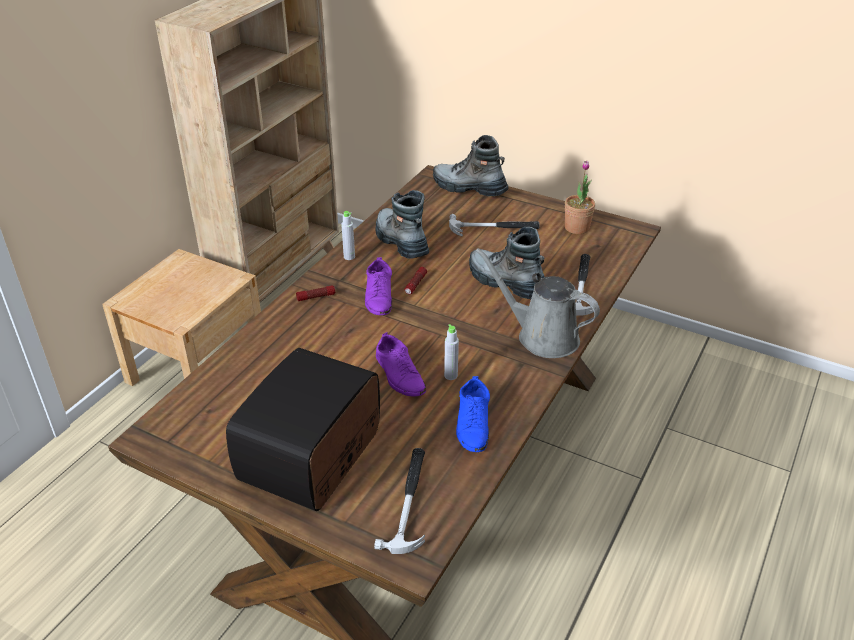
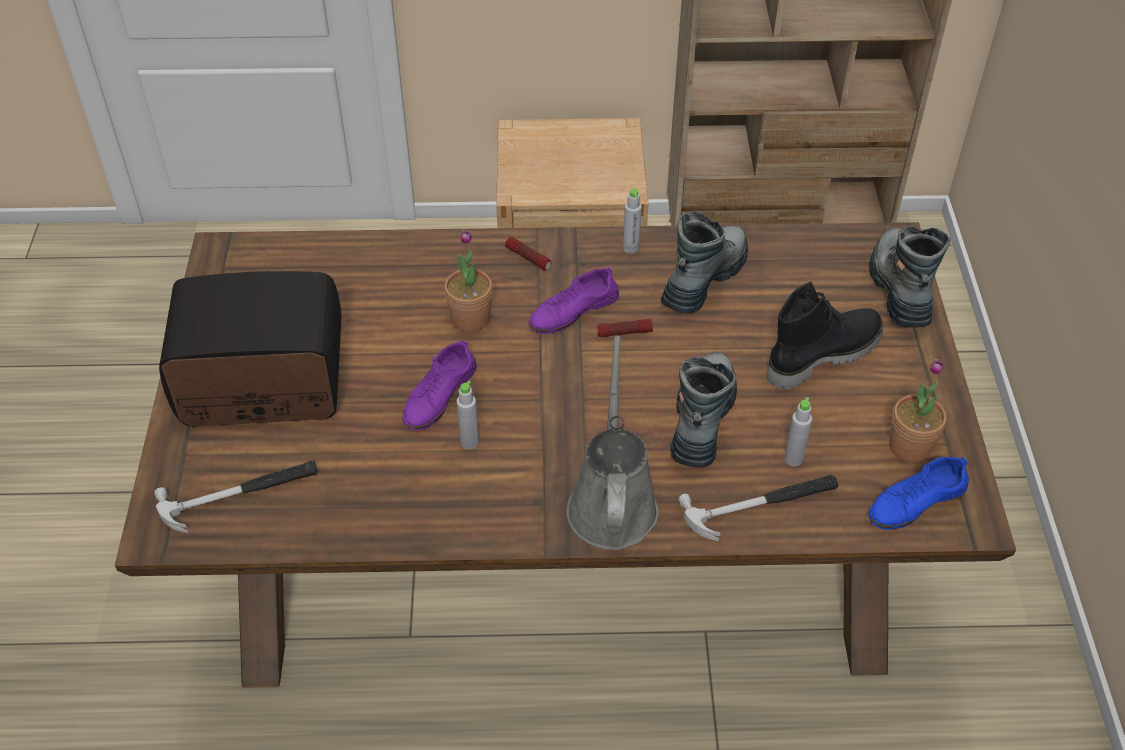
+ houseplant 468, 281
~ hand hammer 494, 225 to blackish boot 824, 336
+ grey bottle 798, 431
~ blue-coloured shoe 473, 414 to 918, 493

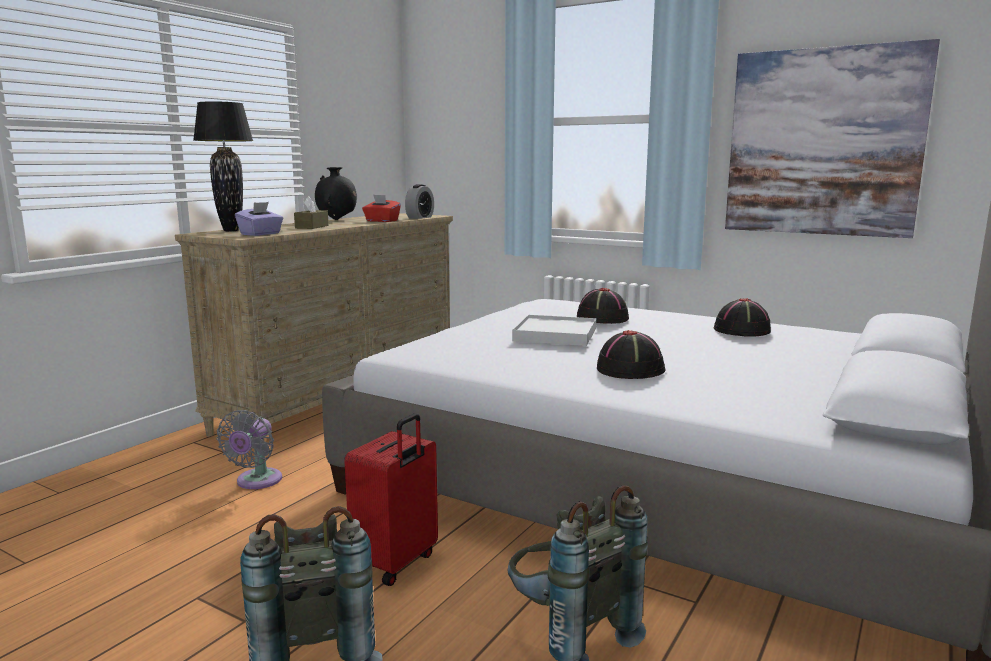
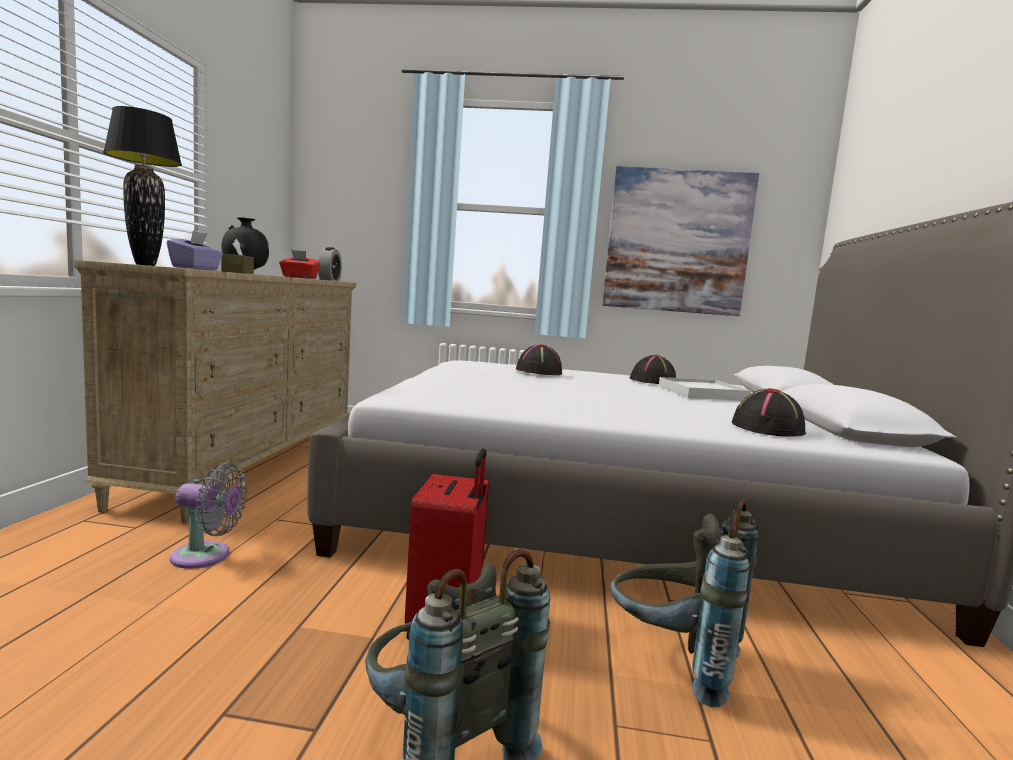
~ grey cooling fan 249, 449 = 209, 516 75 degrees counterclockwise
~ white-coloured carrying tray 554, 330 to 705, 389
~ blackish hat 631, 354 to 769, 412

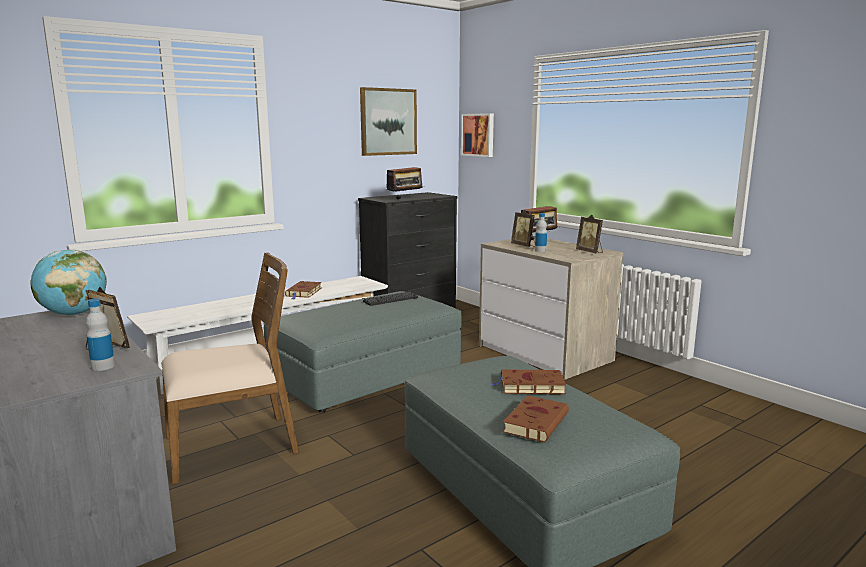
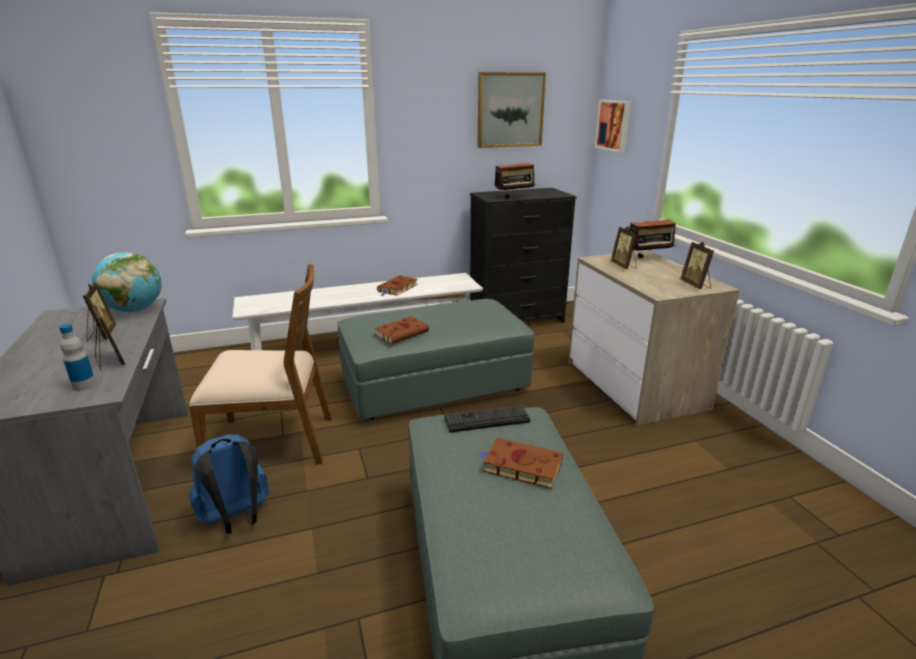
+ standing frame 99, 312
+ blue-coloured rucksack 229, 484
~ brown book 536, 418 to 401, 330
~ keyboard 390, 299 to 487, 419
- bottle 541, 232

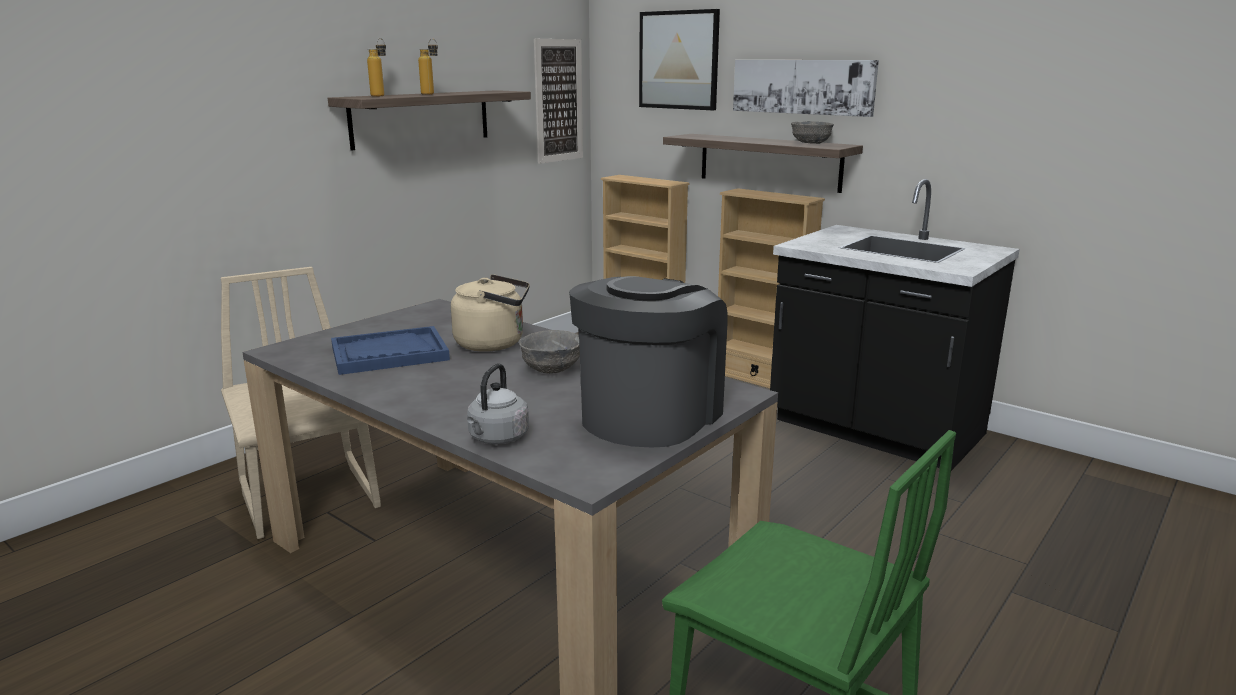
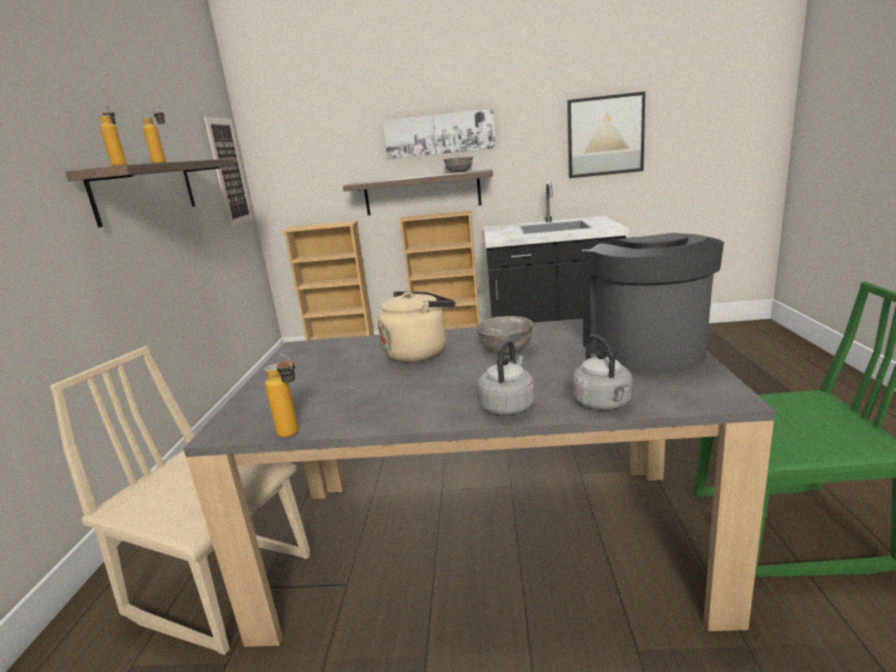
+ bottle 281, 395
+ grey water kettle 506, 377
~ picture 679, 59 to 606, 134
- blue-coloured carrying tray 390, 350

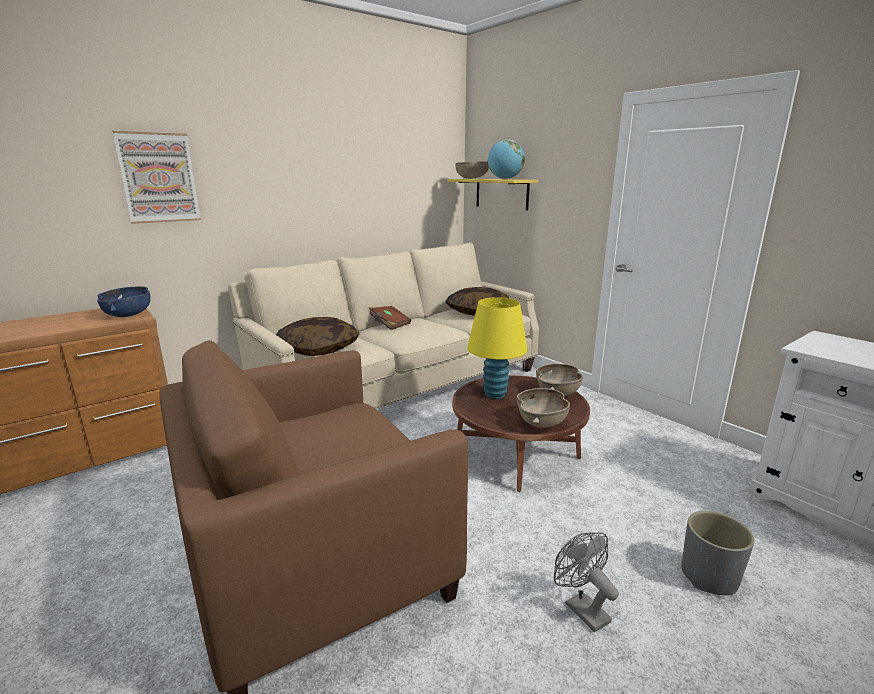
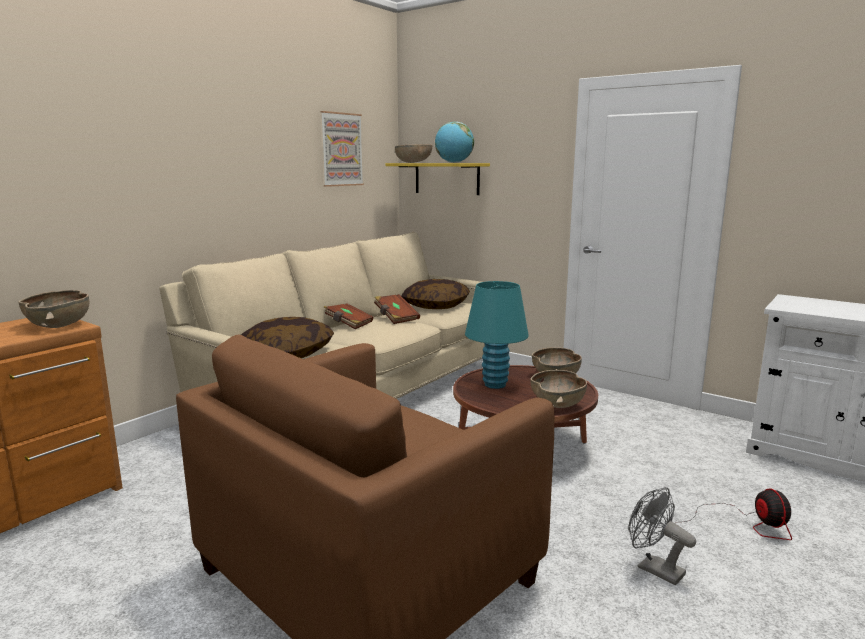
~ blue-coloured bowl 124, 301 to brown bowl 53, 309
~ picture 156, 177 to 342, 149
+ brown book 397, 309
~ yellow-coloured lamp for a table 497, 348 to blue-green lamp for a table 497, 335
~ grey planter 718, 553 to cooling fan 738, 514

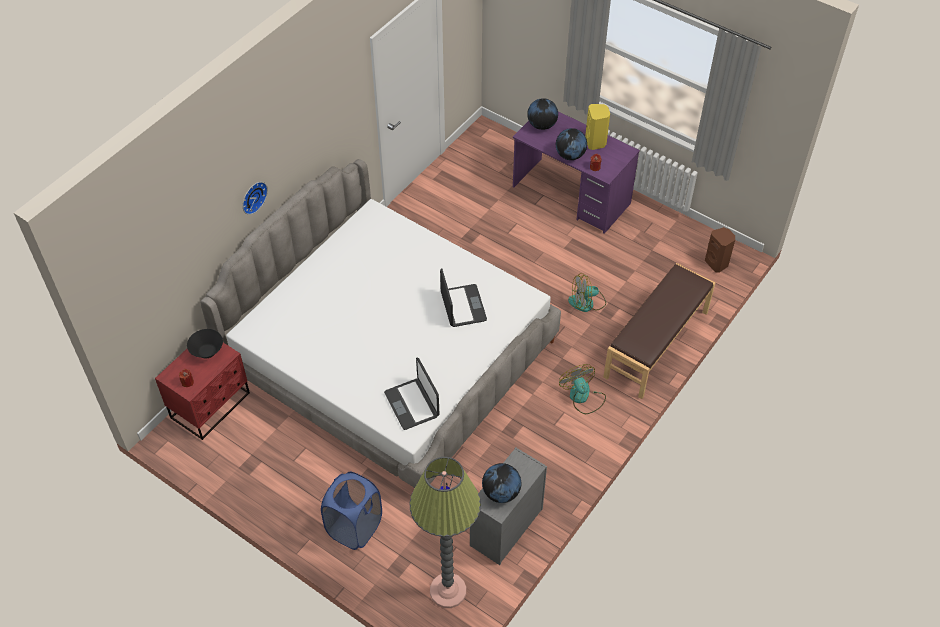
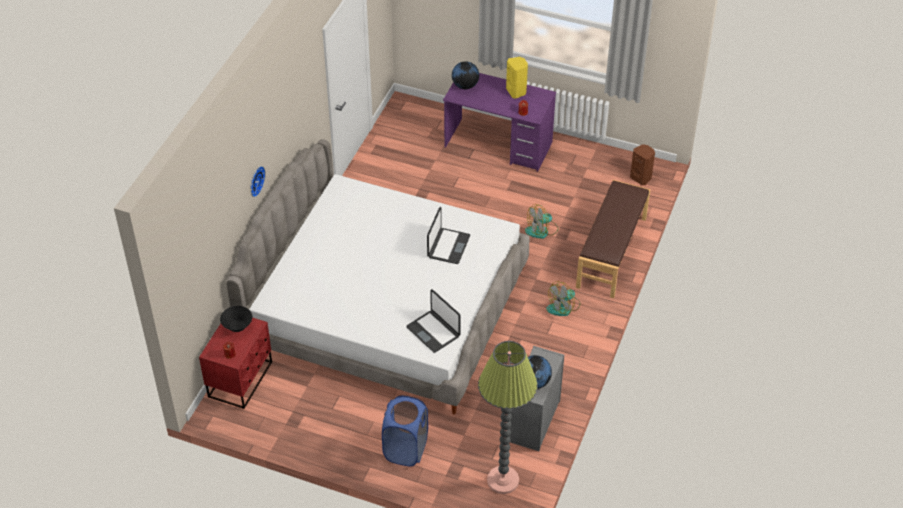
~ notebook computer 463, 297 = 448, 235 45 degrees clockwise
~ cooling fan 582, 389 = 563, 298 90 degrees counterclockwise
- world globe 571, 144

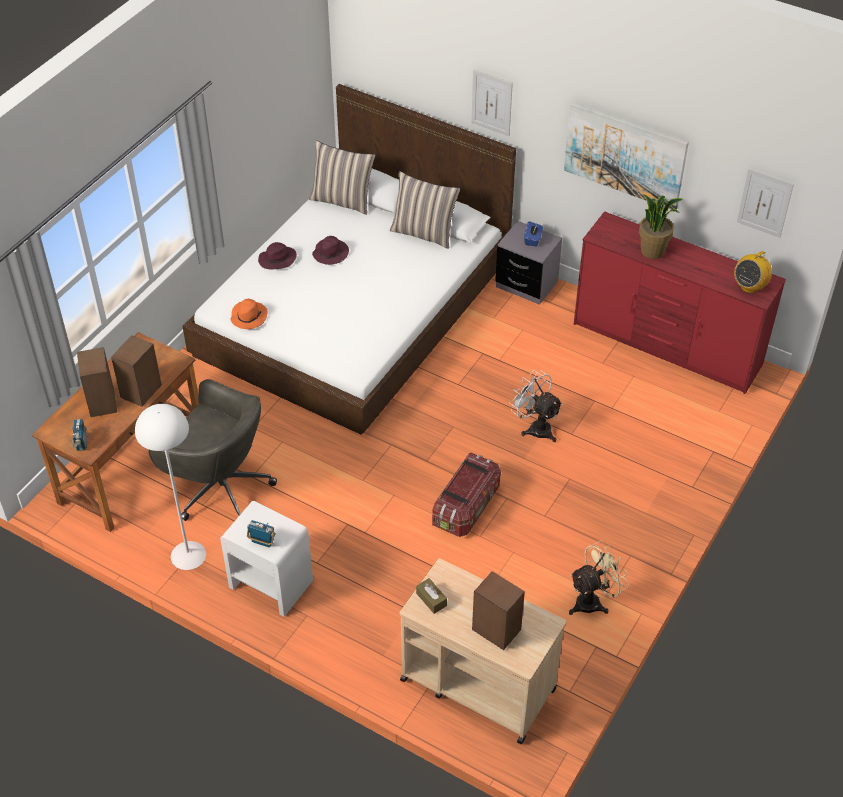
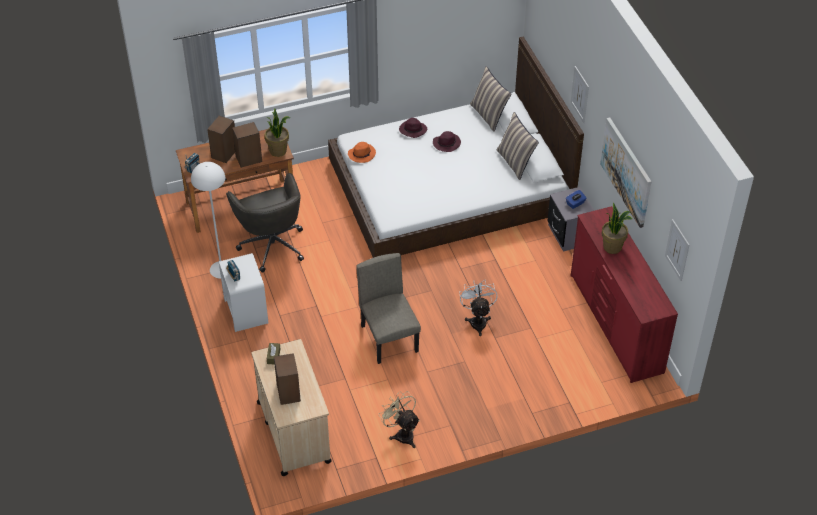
+ houseplant 277, 132
~ storage box 466, 495 to sand-coloured plain chair 388, 308
~ sand-coloured cooling fan 599, 578 = 399, 419 135 degrees counterclockwise
- radio set 753, 270

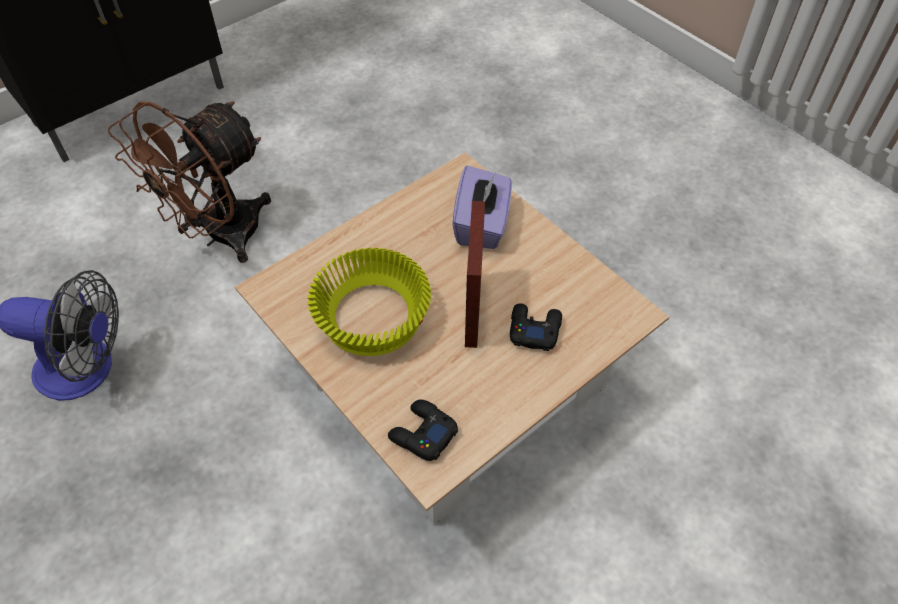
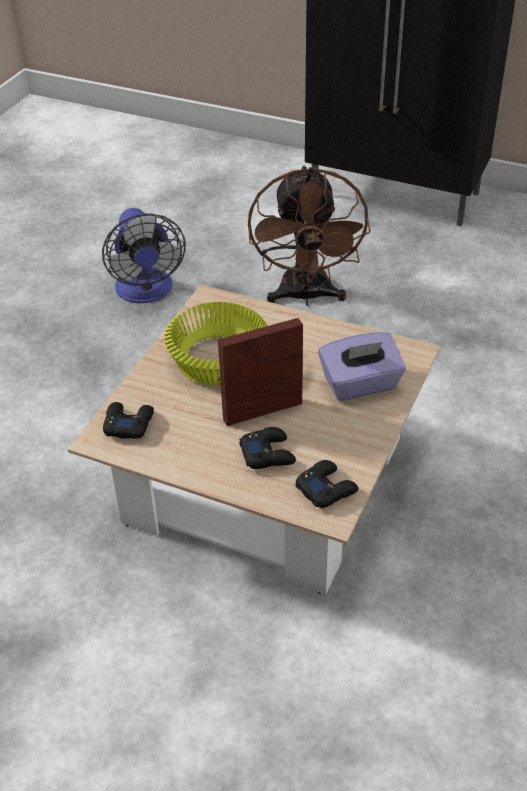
~ brown cooling fan 189, 182 = 309, 235 105 degrees counterclockwise
+ blackish gamepad 327, 484

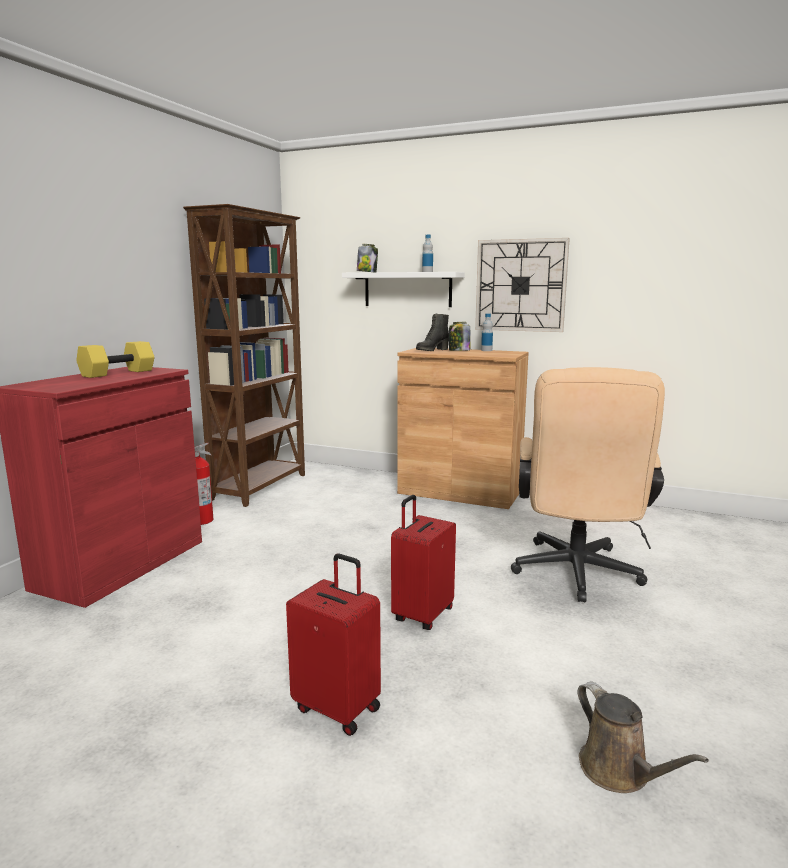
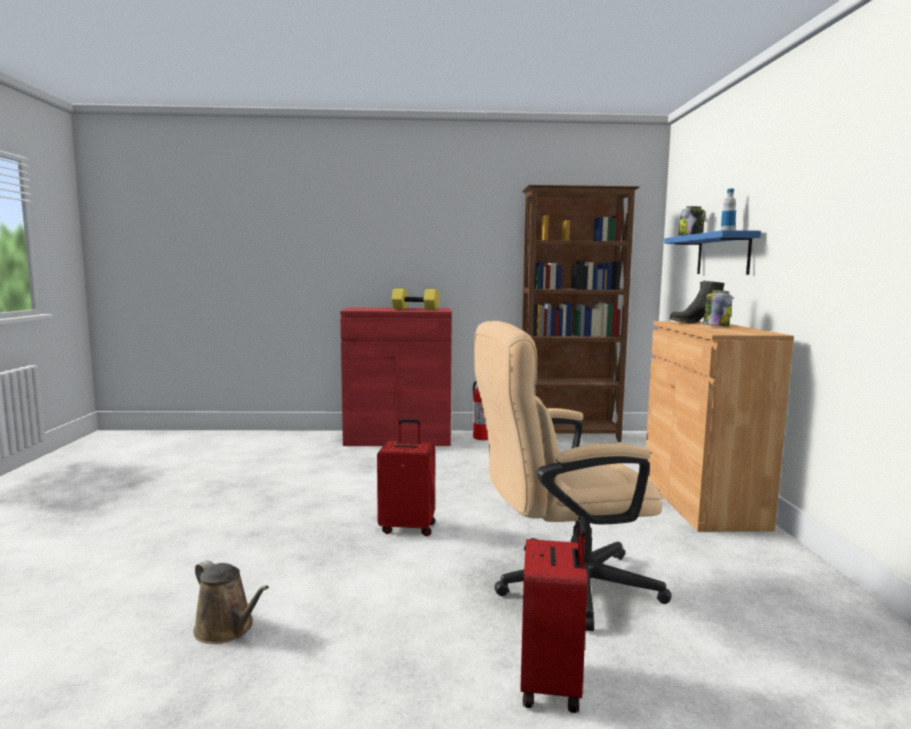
~ brown watering can 643, 737 = 231, 602 90 degrees counterclockwise
~ red travel case 333, 644 to 553, 614
~ white-coloured wall shelf 403, 289 to blue-coloured wall shelf 712, 252
- hanging clock 522, 285
- bottle 487, 332

